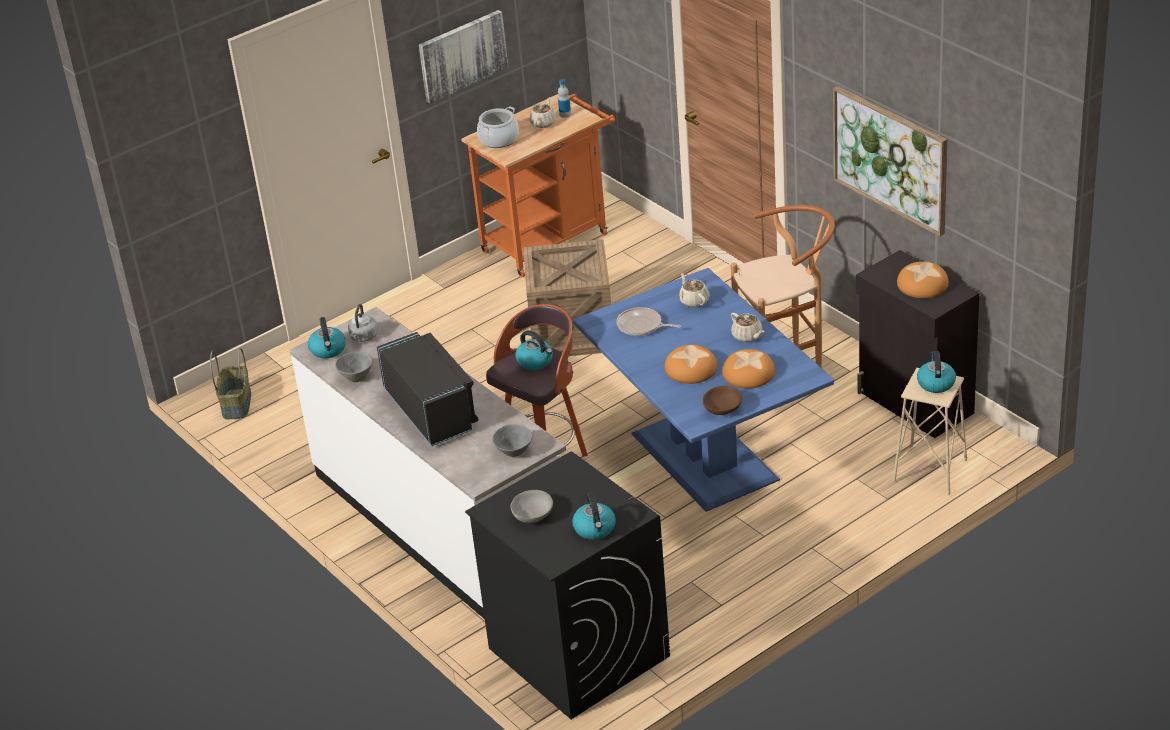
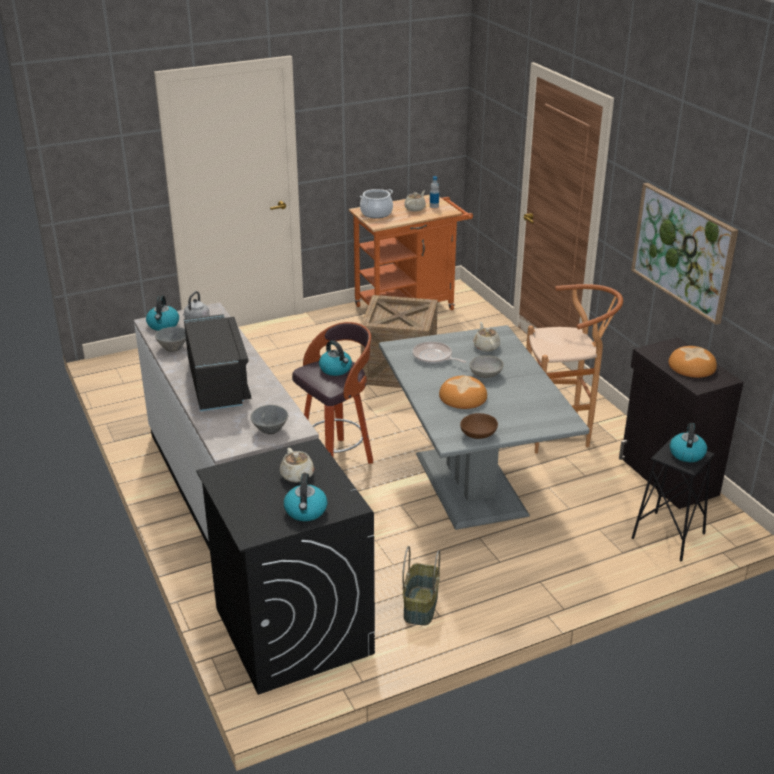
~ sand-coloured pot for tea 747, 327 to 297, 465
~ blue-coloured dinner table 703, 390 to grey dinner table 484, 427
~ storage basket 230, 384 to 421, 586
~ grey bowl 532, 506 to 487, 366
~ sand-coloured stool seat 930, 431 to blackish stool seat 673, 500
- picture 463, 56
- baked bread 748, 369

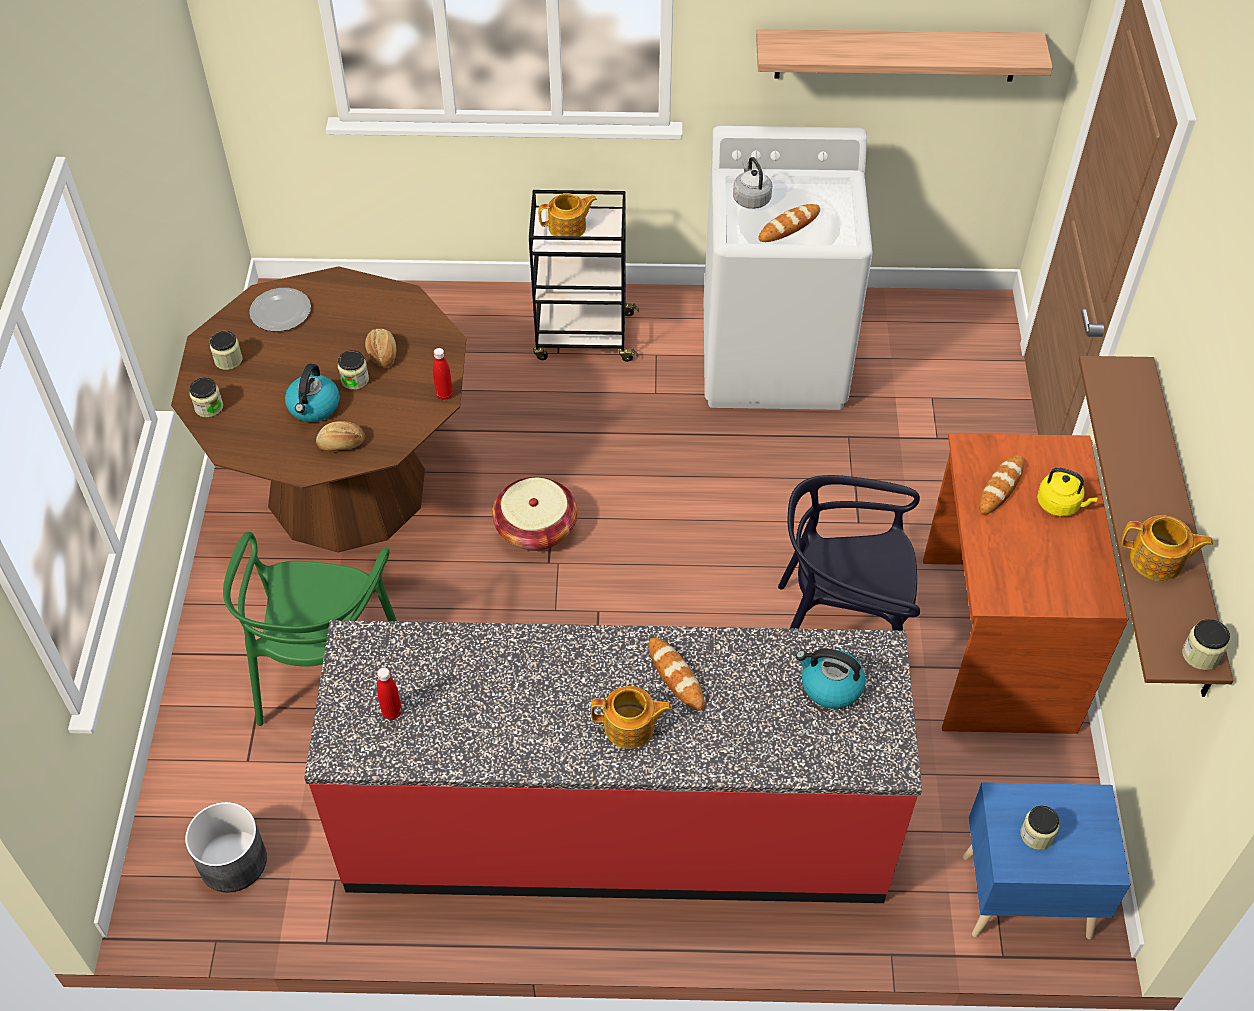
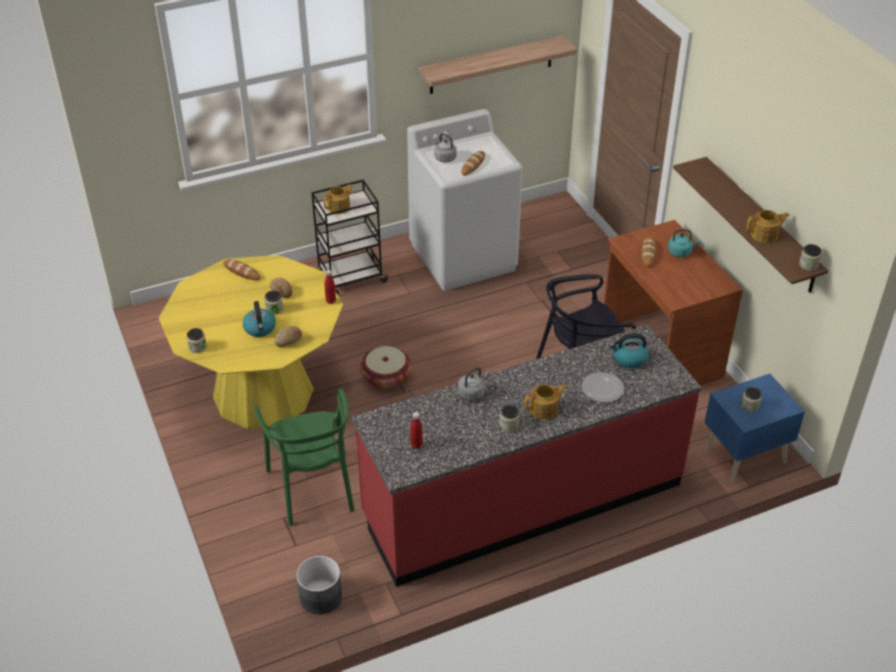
~ brown dinner table 318, 409 to yellow-coloured dinner table 251, 342
~ baked bread 676, 674 to 241, 269
+ grey water kettle 474, 384
~ jar 226, 350 to 509, 418
~ plate 280, 309 to 603, 387
~ yellow-coloured water kettle 1067, 492 to blue-green water kettle 684, 243

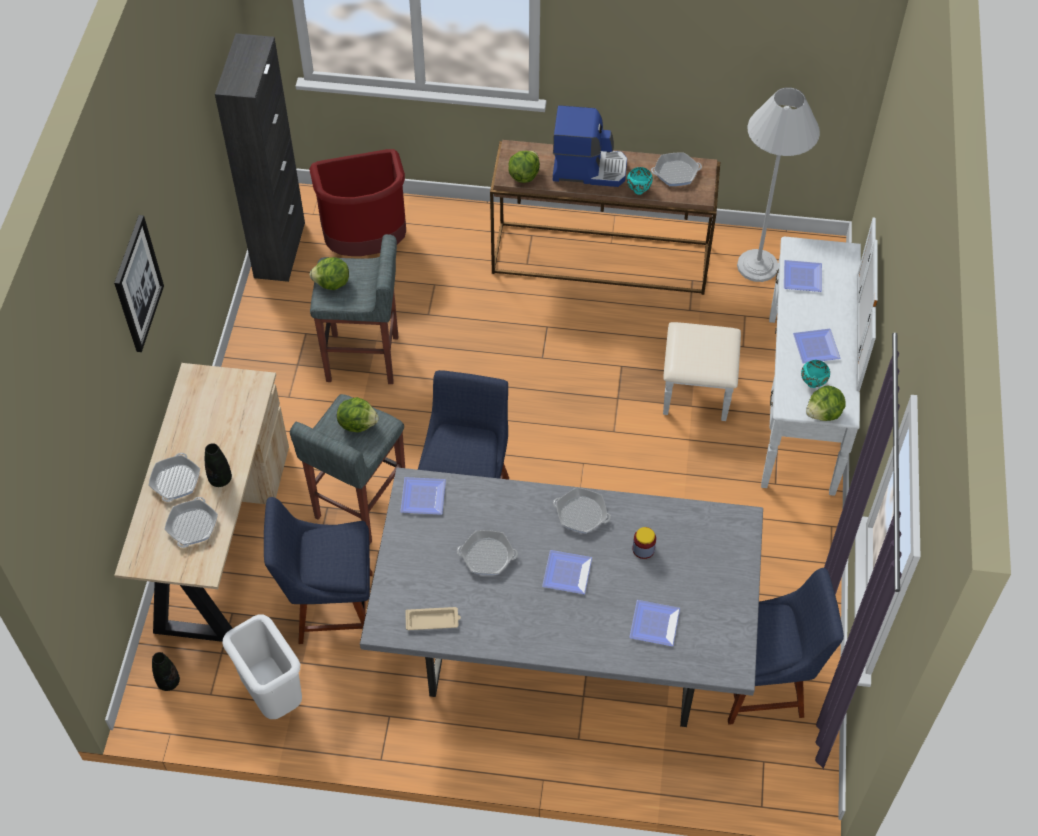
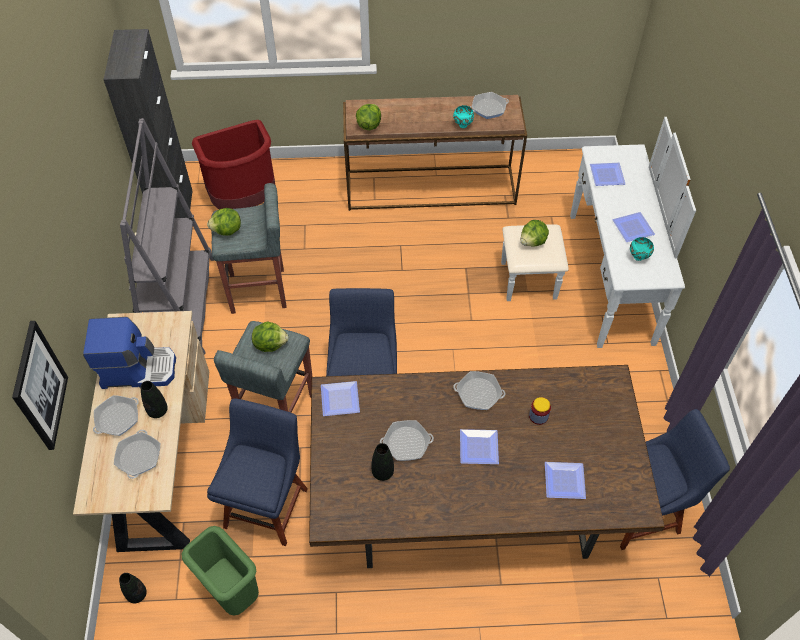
~ picture 139, 283 to 40, 385
~ coffee machine 590, 146 to 129, 353
~ skillet 174, 477 = 116, 415 135 degrees counterclockwise
+ grey shelving unit 167, 236
~ white-coloured trash can 262, 667 to green-coloured trash can 220, 570
~ blue-coloured plain chair 318, 570 = 257, 472 120 degrees clockwise
~ grey dinner table 561, 597 to brown dinner table 487, 466
+ blackish decorative vase 382, 462
~ head of lettuce 826, 403 to 534, 233
- sand-coloured carrying tray 433, 618
- white-coloured standing lamp 778, 184

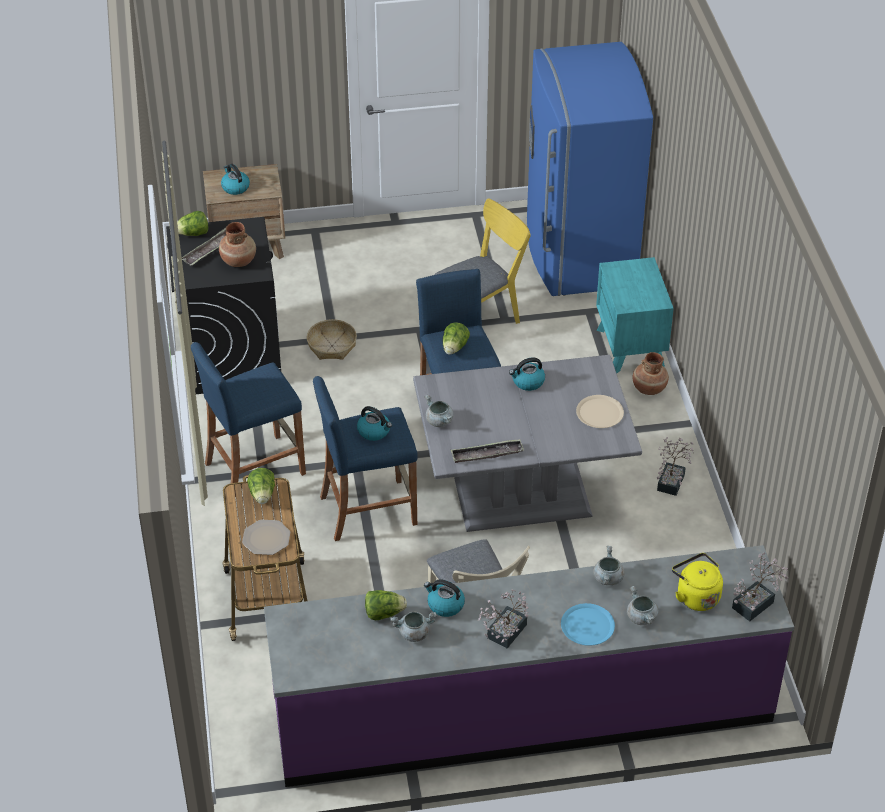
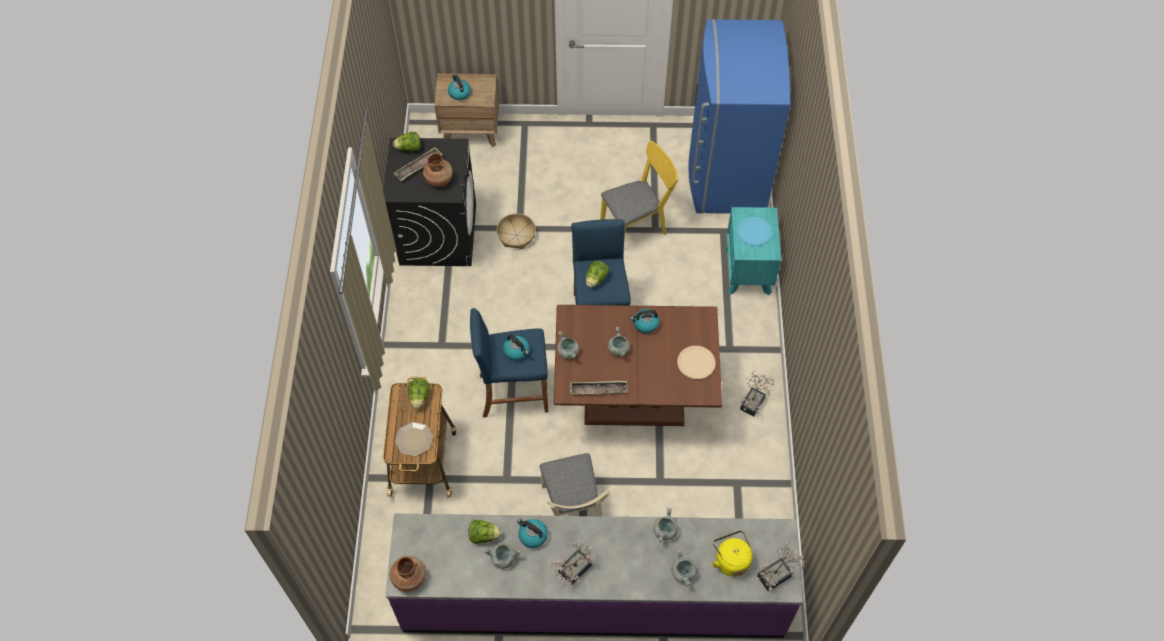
~ brown decorative vase 651, 373 to 408, 573
~ grey dinner table 527, 443 to brown dinner table 638, 365
+ grey cooking pot 619, 342
~ blue-coloured plate 588, 624 to 754, 231
- blue-coloured stool seat 248, 420

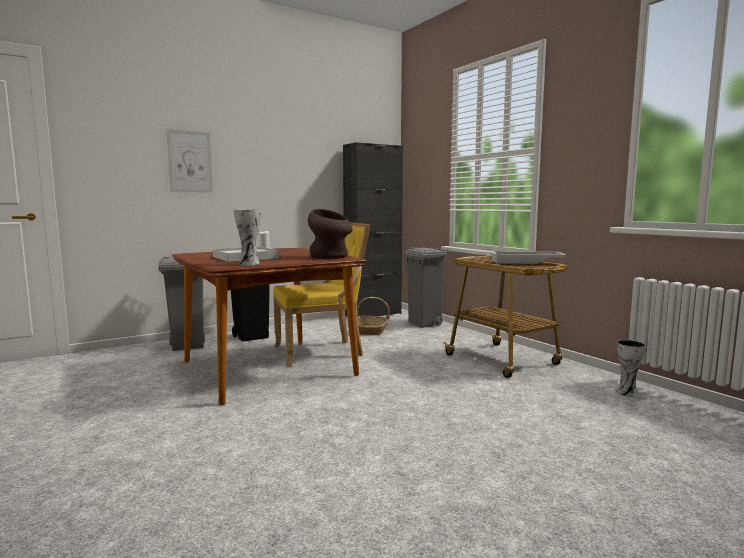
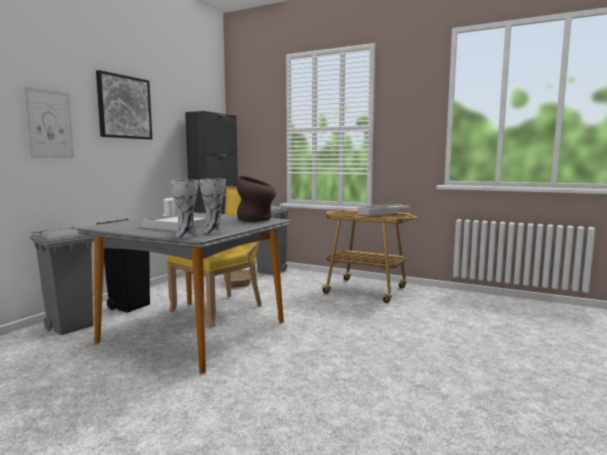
~ brown dinner table 269, 326 to grey dinner table 183, 293
+ picture 124, 104
~ decorative vase 631, 368 to 184, 209

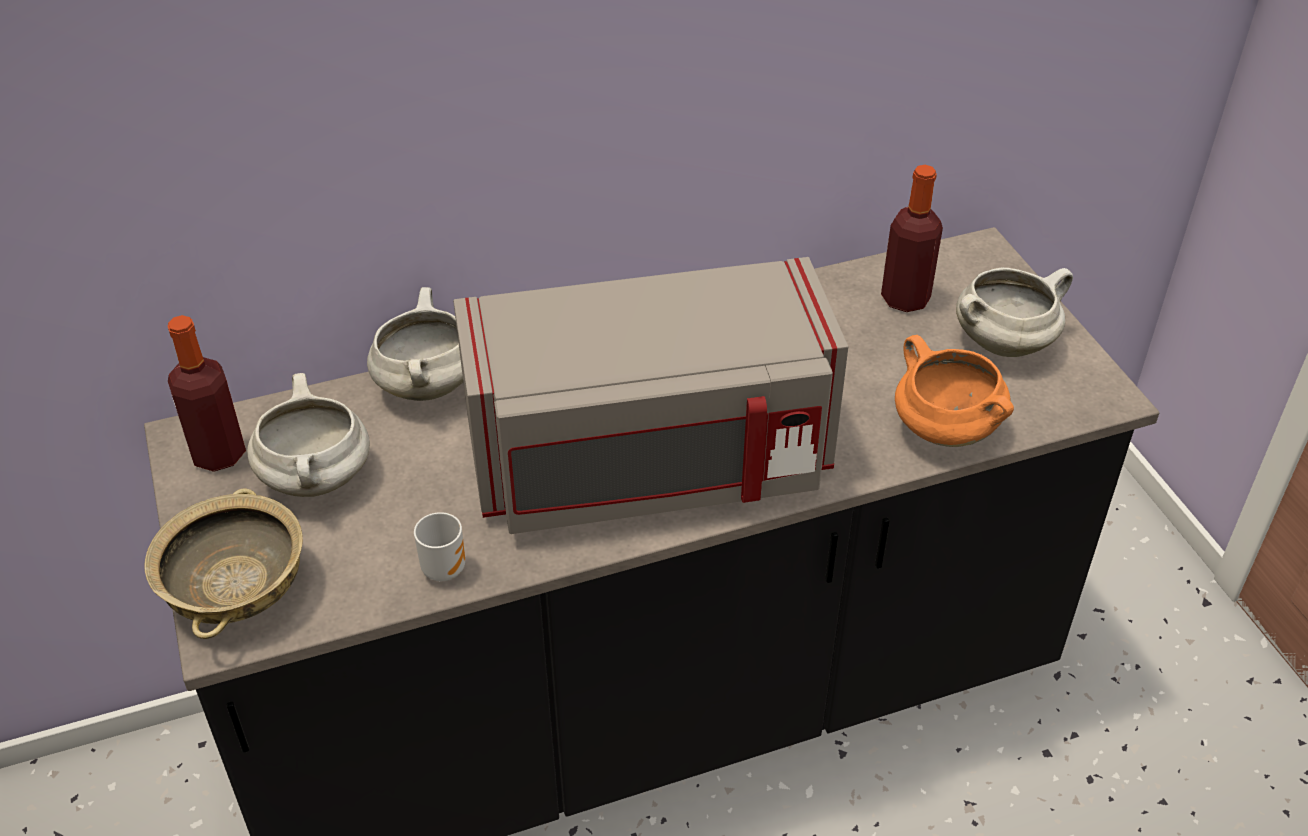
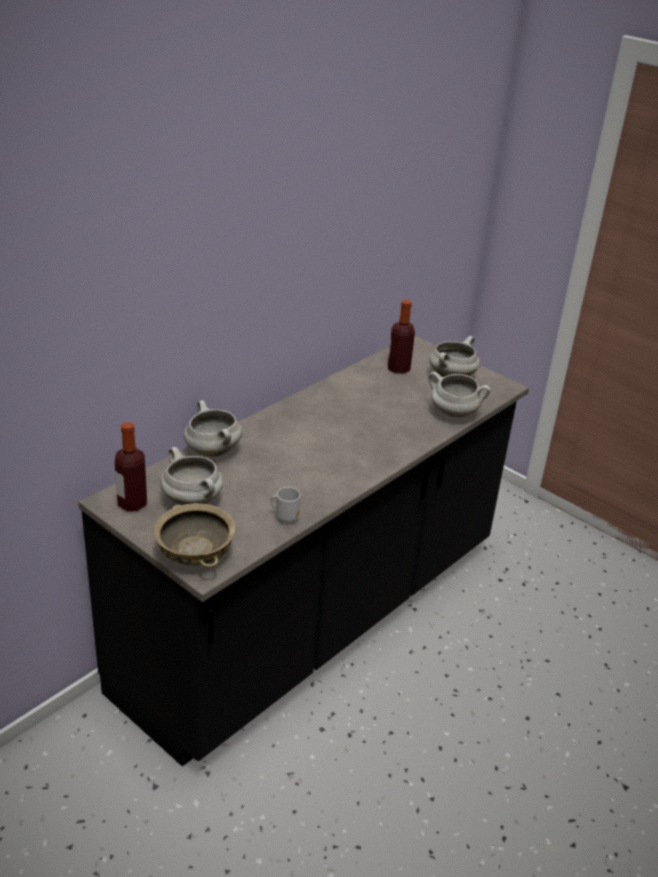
~ orange cooking pot 954, 391 to white-coloured cooking pot 459, 394
- grey kitchen microwave 650, 395

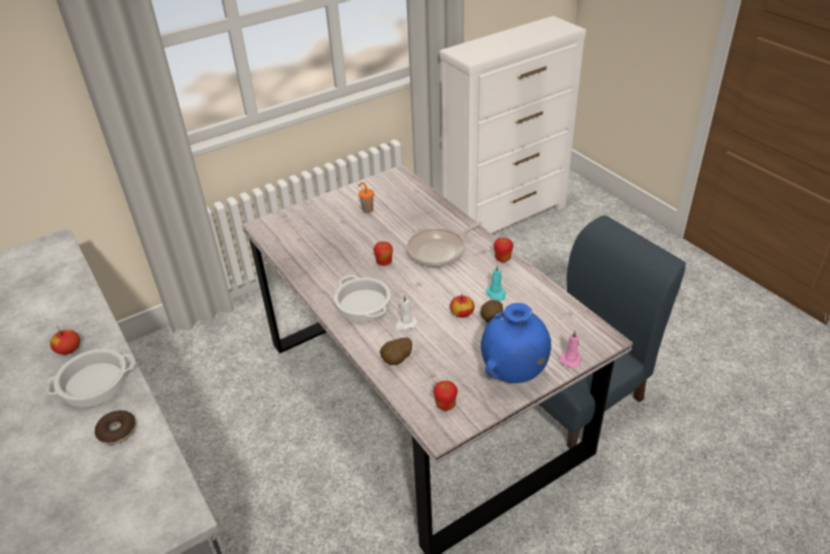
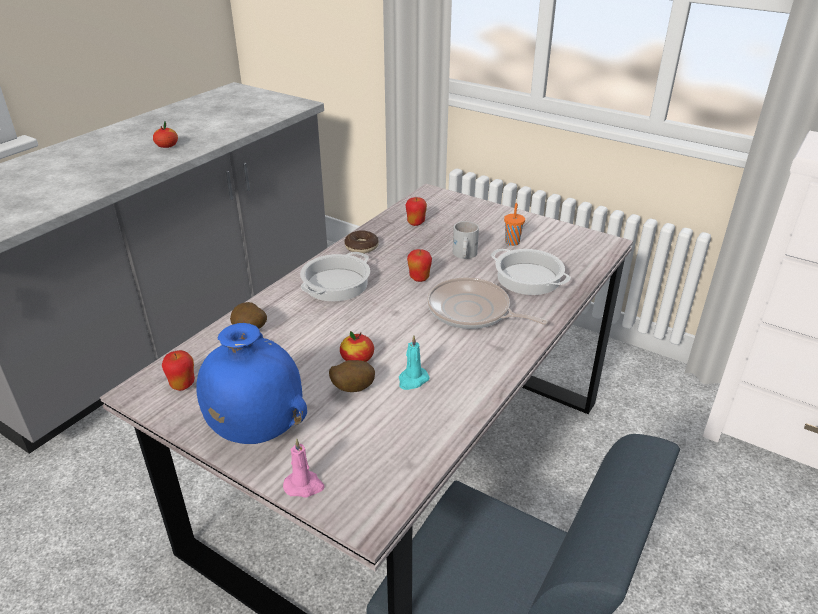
~ ring doughnut 115, 427 to 361, 242
~ whole apple 503, 250 to 416, 211
+ white-coloured coffee mug 466, 240
~ cooking pot 89, 378 to 530, 271
- white-coloured wax light 405, 312

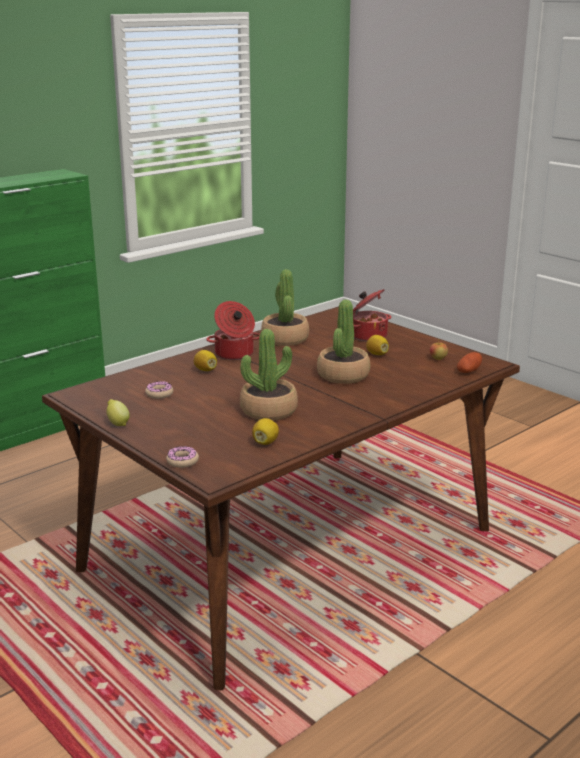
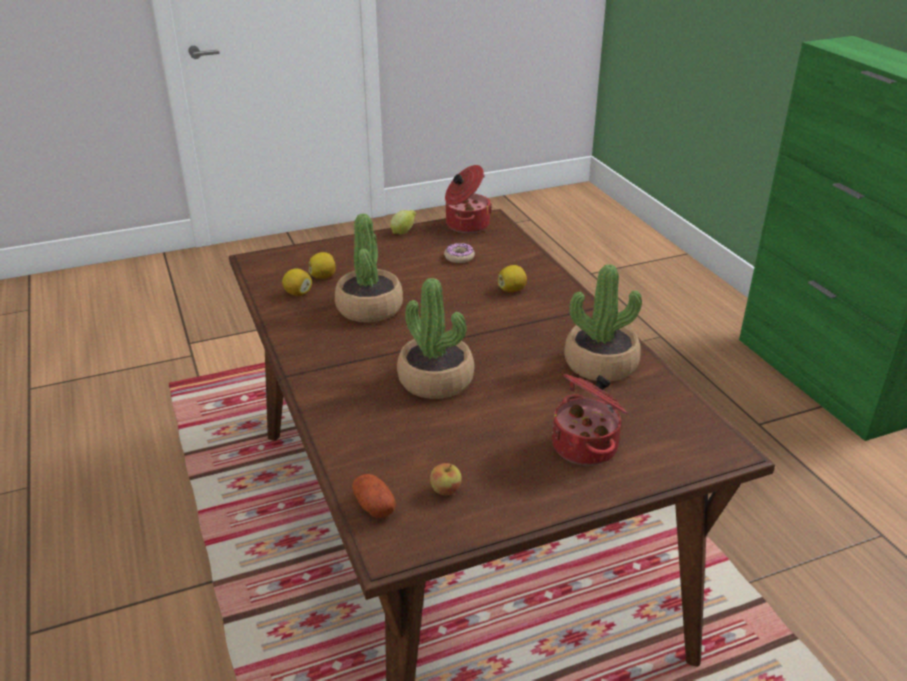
~ lemon 377, 345 to 322, 265
~ cooking pot 233, 330 to 468, 199
- ring doughnut 182, 457

